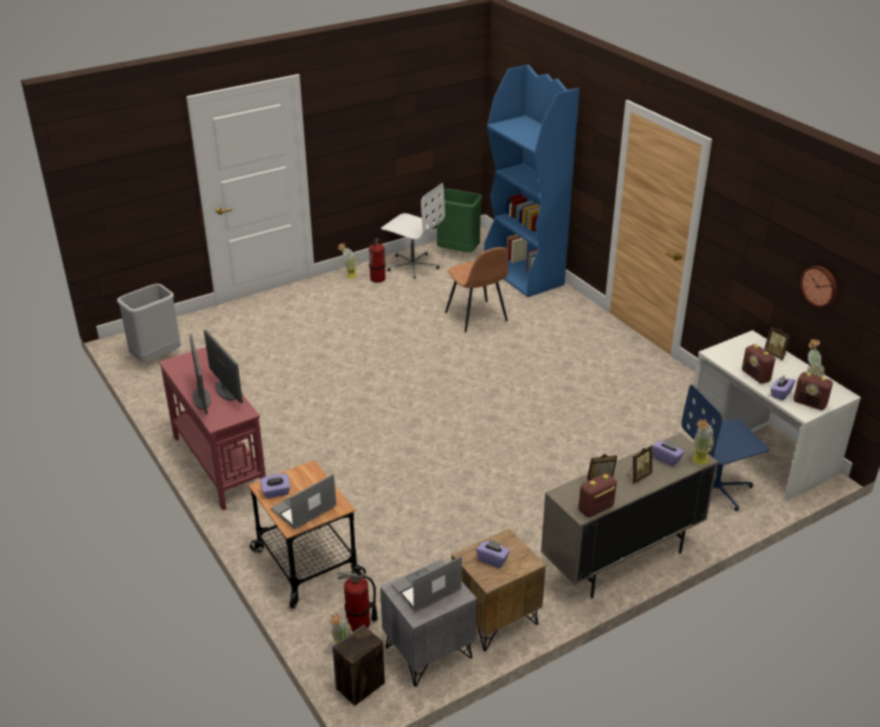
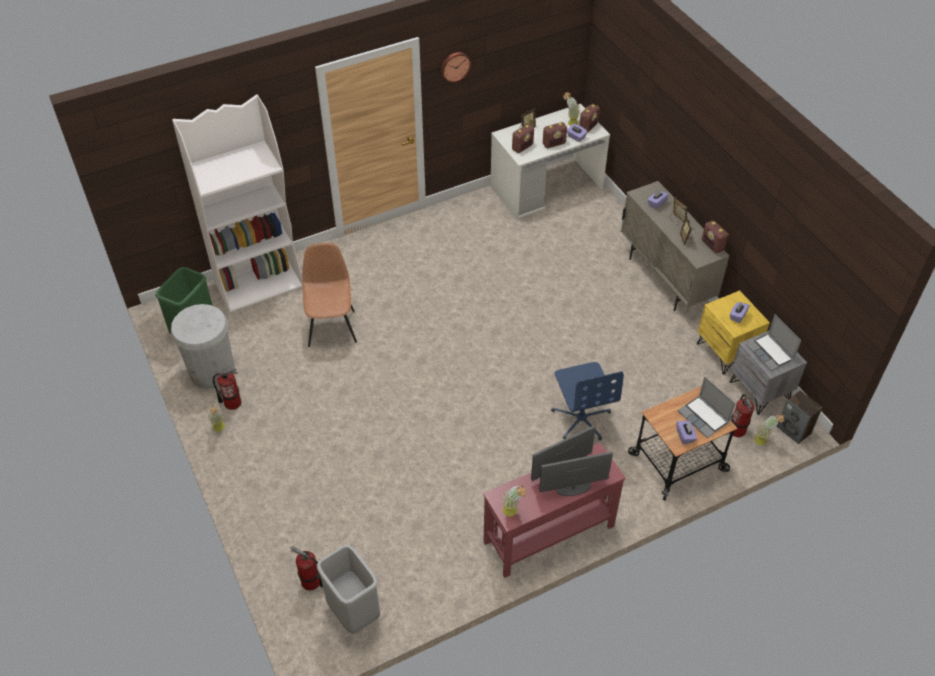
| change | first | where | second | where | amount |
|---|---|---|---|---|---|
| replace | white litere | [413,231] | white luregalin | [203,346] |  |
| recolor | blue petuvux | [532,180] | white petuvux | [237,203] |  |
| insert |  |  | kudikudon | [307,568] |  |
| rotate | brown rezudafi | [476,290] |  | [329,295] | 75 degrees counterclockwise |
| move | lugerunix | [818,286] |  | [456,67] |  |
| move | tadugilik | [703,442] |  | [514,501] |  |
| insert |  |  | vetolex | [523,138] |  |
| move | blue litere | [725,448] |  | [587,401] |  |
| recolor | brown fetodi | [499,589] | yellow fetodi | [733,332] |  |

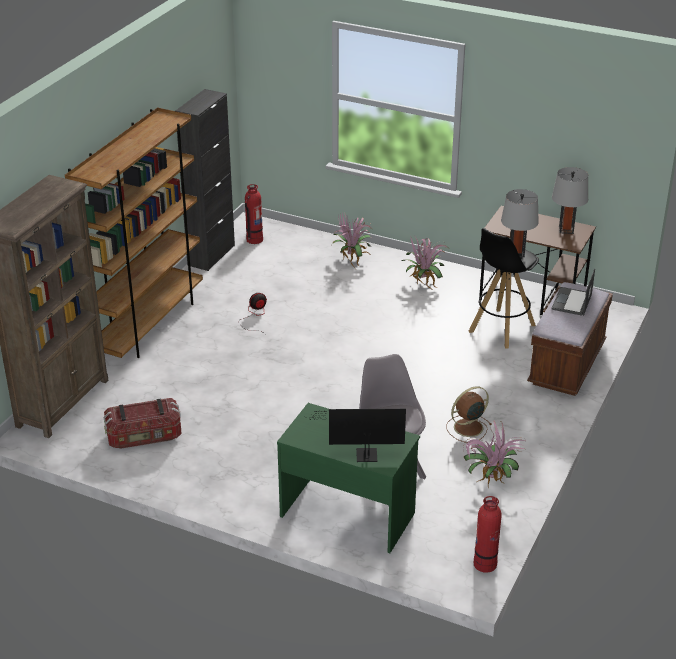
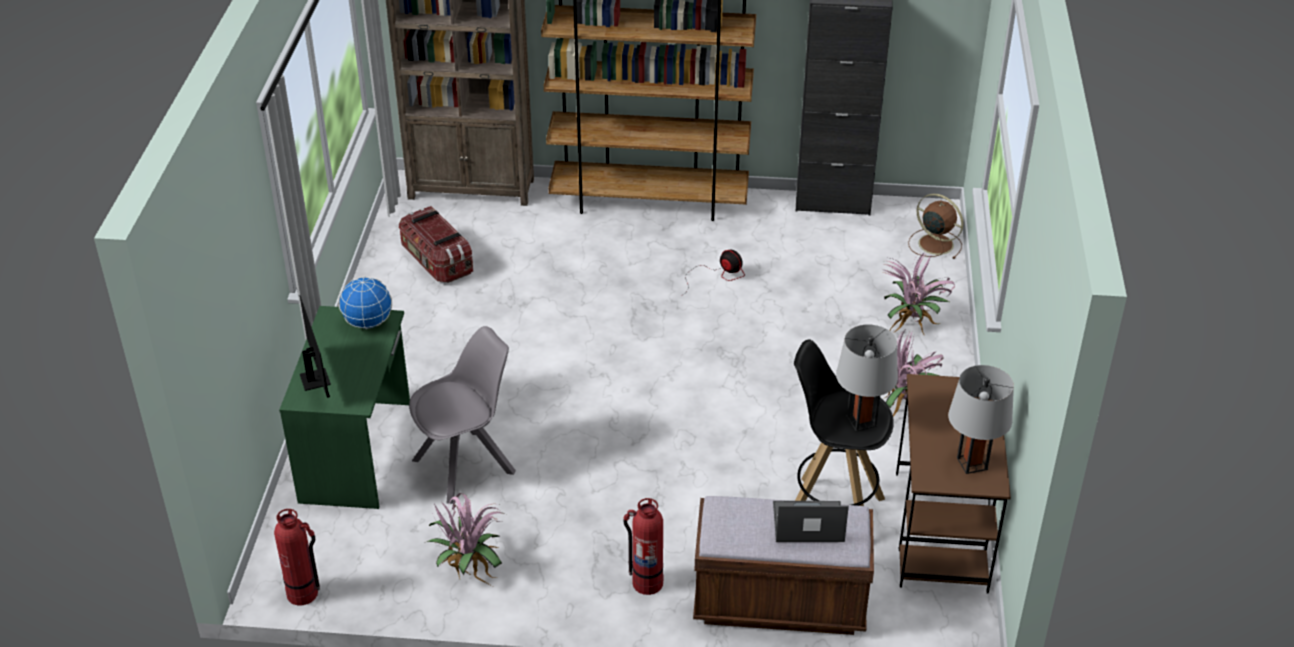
| change | first | where | second | where | amount |
|---|---|---|---|---|---|
| insert |  |  | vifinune | [365,302] |  |
| move | kudikudon | [254,214] |  | [643,546] |  |
| move | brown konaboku | [469,414] |  | [936,226] |  |

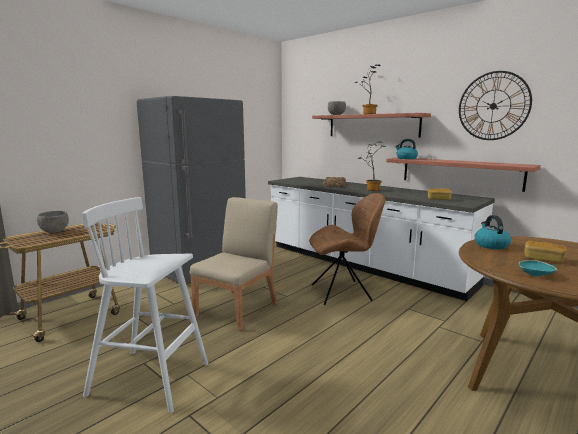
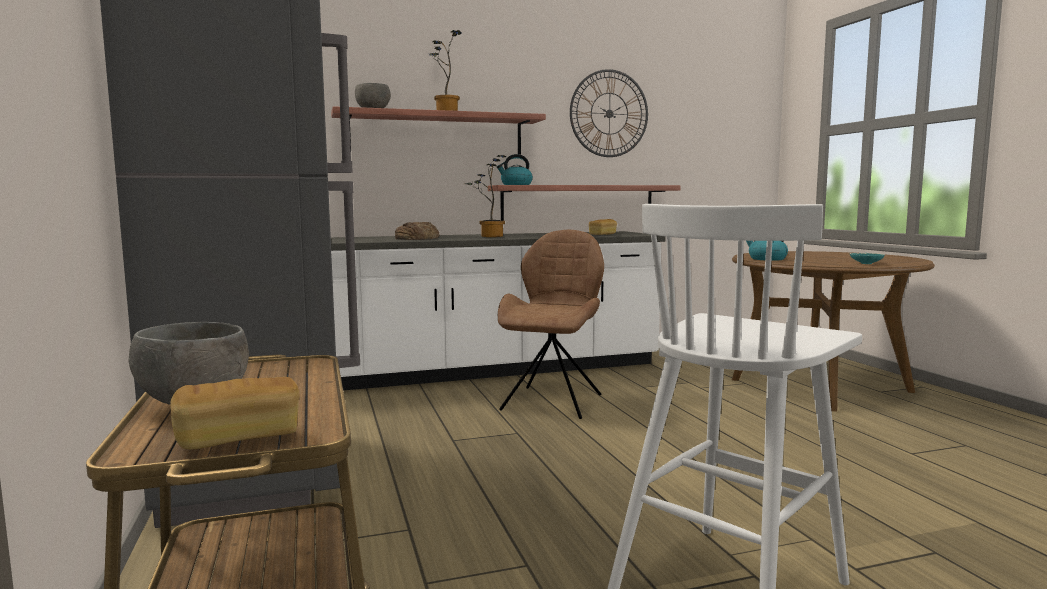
| change | first | where | second | where | amount |
|---|---|---|---|---|---|
| move | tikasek | [545,251] |  | [235,413] |  |
| delete | beige rezudafi | [234,264] |  |  |  |

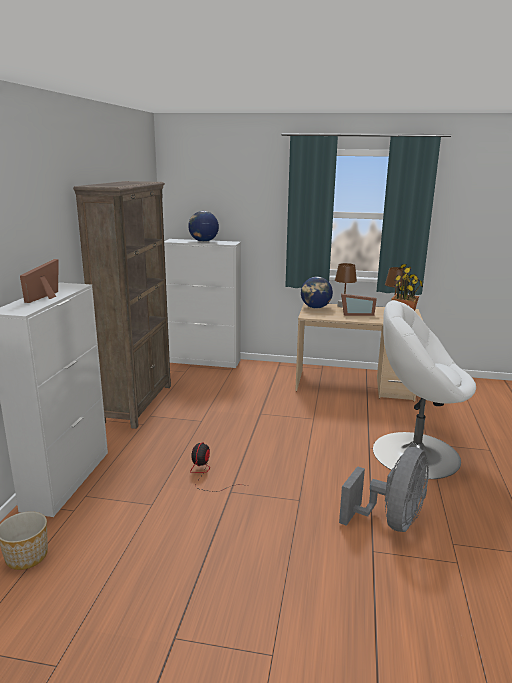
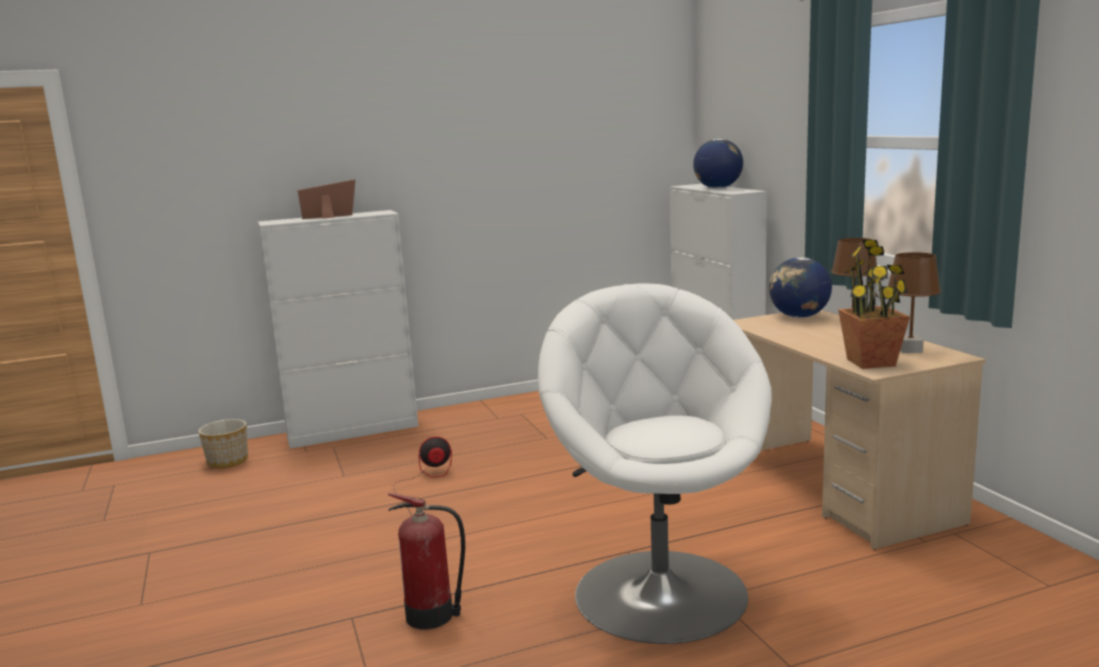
| change | first | where | second | where | amount |
|---|---|---|---|---|---|
| replace | grey konaboku | [384,489] | kudikudon | [426,561] |  |
| delete | brown petuvux | [122,305] |  |  |  |
| delete | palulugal | [359,305] |  |  |  |

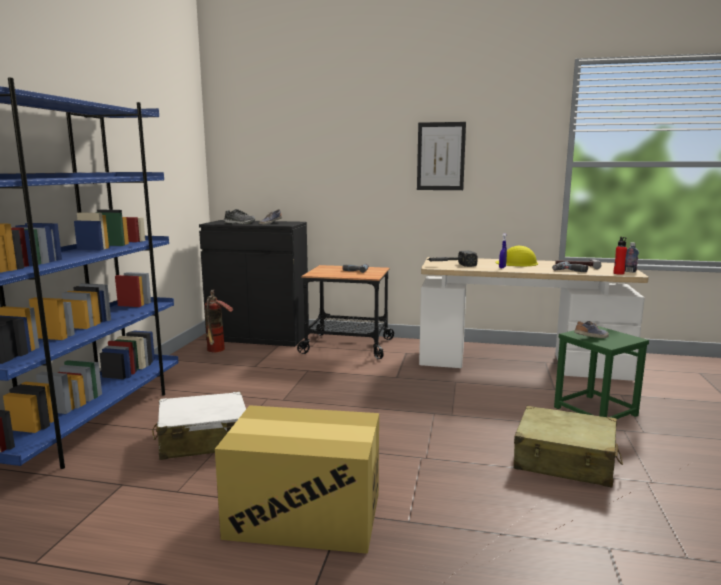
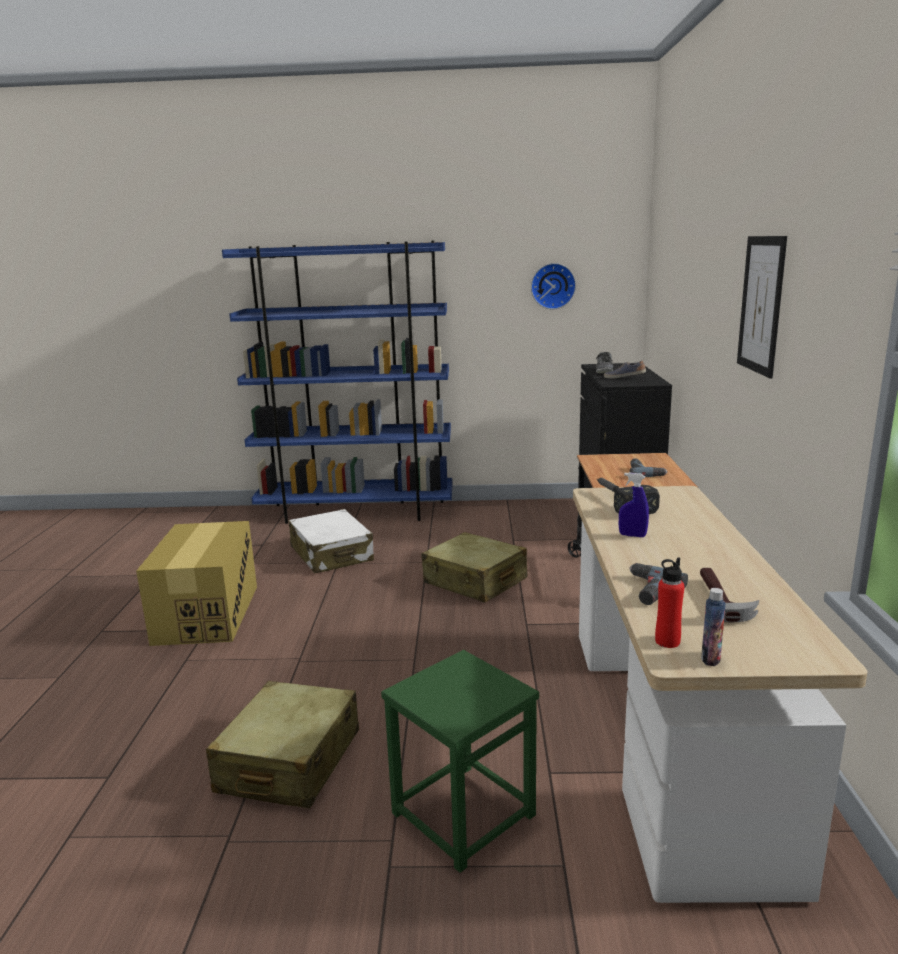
| change | first | where | second | where | amount |
|---|---|---|---|---|---|
| insert |  |  | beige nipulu | [474,567] |  |
| insert |  |  | lugerunix | [553,286] |  |
| delete | kudikudon | [219,320] |  |  |  |
| delete | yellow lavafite | [516,256] |  |  |  |
| delete | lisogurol | [591,329] |  |  |  |

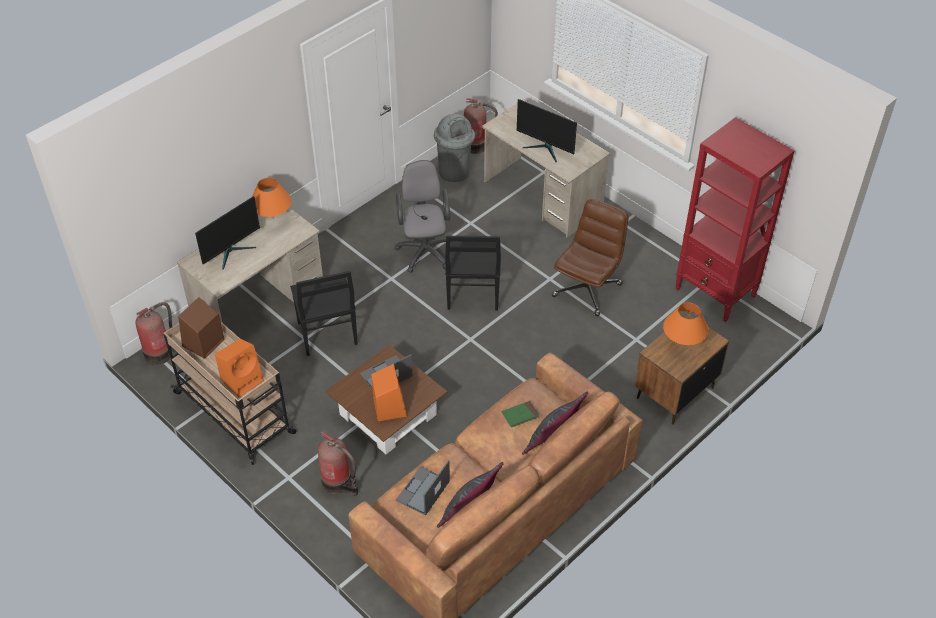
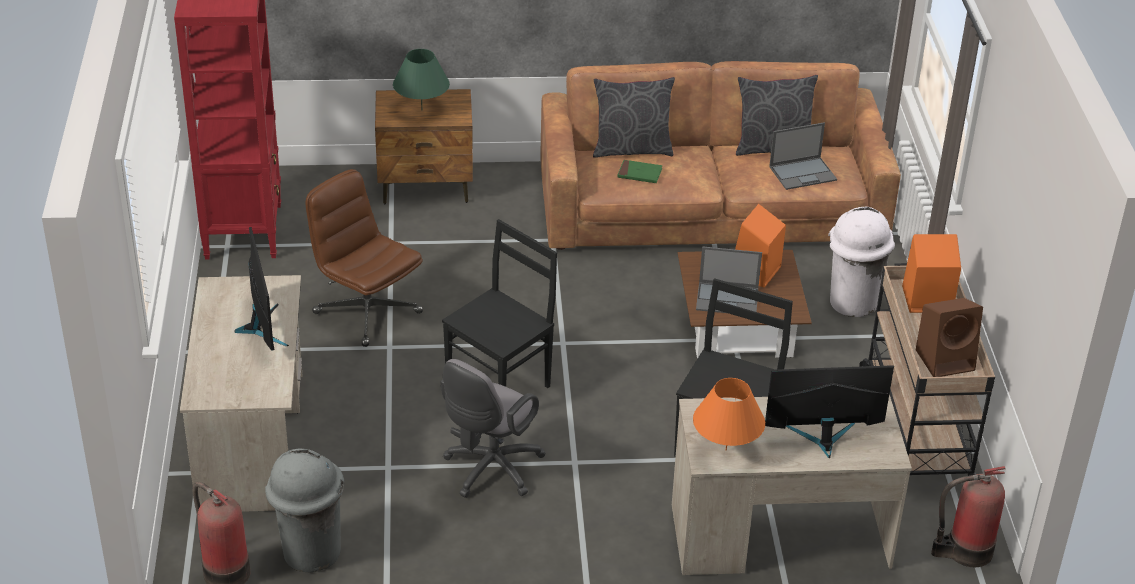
| change | first | where | second | where | amount |
|---|---|---|---|---|---|
| rotate | brown litere | [590,257] |  | [364,258] | 60 degrees clockwise |
| recolor | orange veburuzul | [685,323] | green veburuzul | [421,79] |  |
| replace | kudikudon | [338,463] | white luregalin | [861,262] |  |

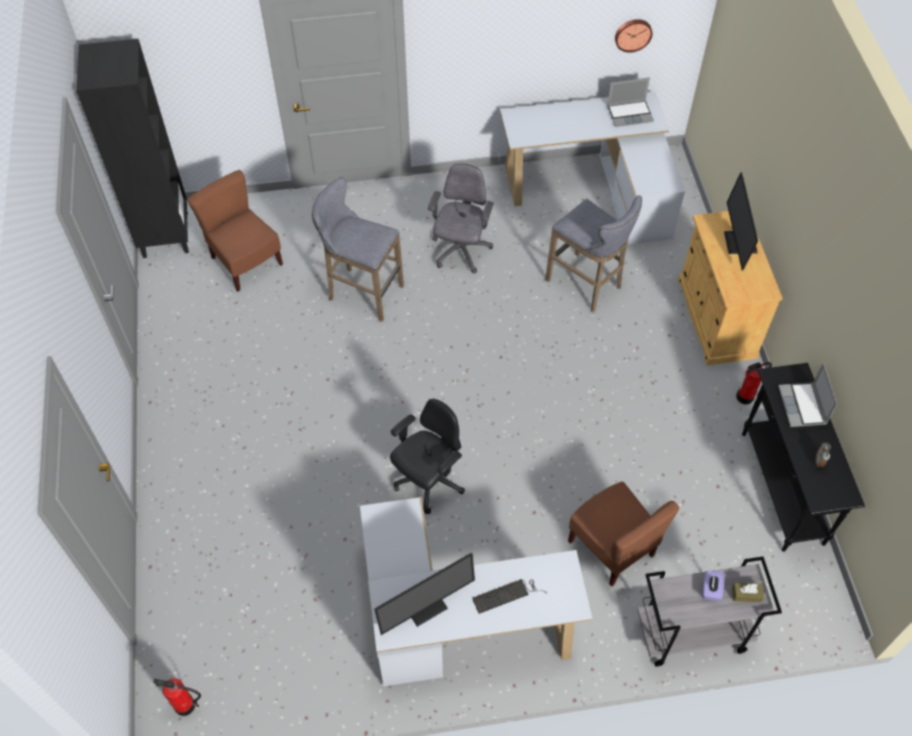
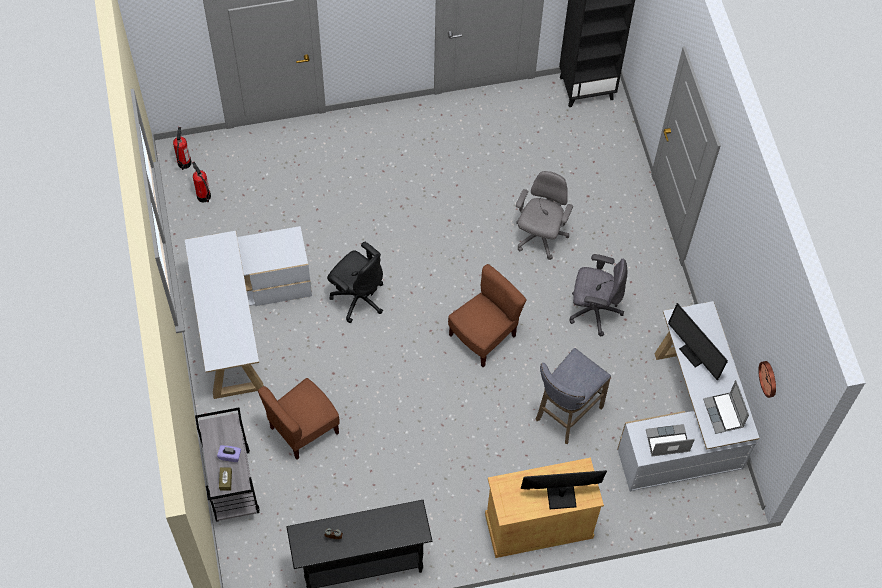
| change | first | where | second | where | amount |
|---|---|---|---|---|---|
| move | kudikudon | [754,383] |  | [201,182] |  |
| move | brown rezudafi | [235,231] |  | [487,315] |  |
| replace | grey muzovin | [358,249] | grey litere | [544,215] |  |
| move | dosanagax | [807,395] |  | [670,440] |  |
| move | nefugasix | [424,594] |  | [698,341] |  |
| delete | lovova | [509,596] |  |  |  |

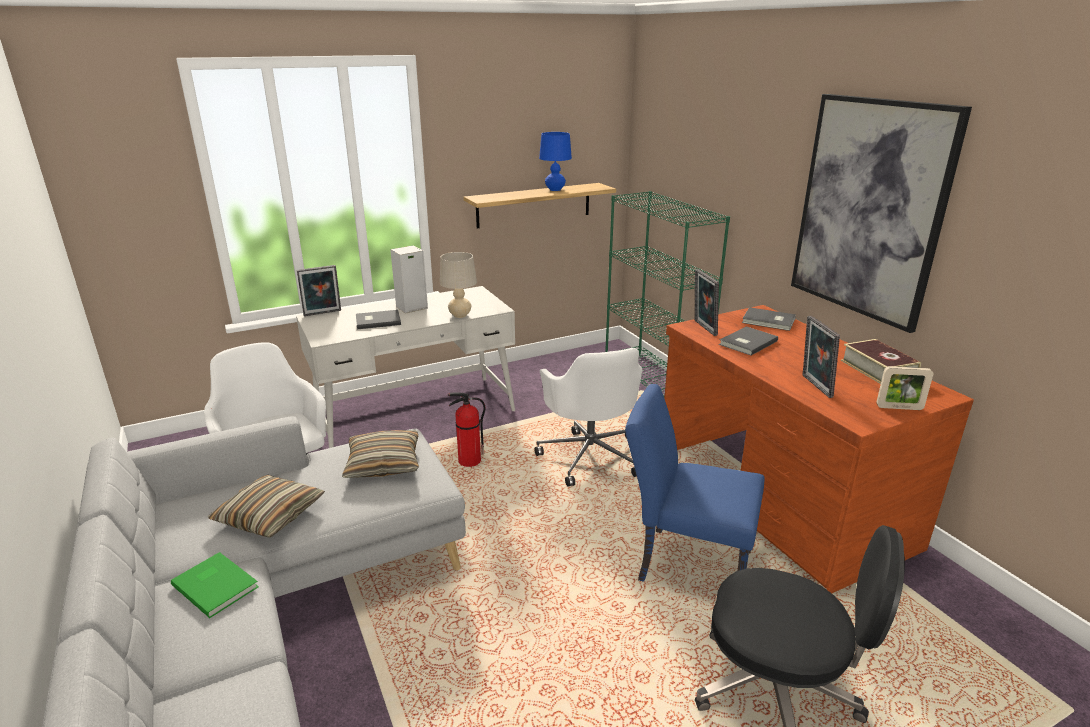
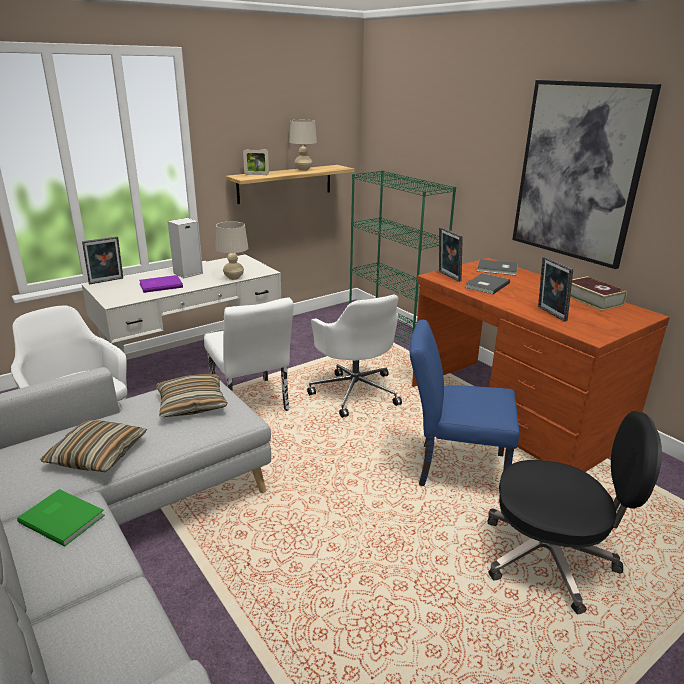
| change | first | where | second | where | amount |
|---|---|---|---|---|---|
| recolor | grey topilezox | [378,319] | purple topilezox | [161,284] |  |
| replace | kudikudon | [466,430] | white rezudafi | [249,354] |  |
| move | palulugal | [904,388] |  | [256,162] |  |
| recolor | blue veburuzul | [555,161] | beige veburuzul | [303,145] |  |

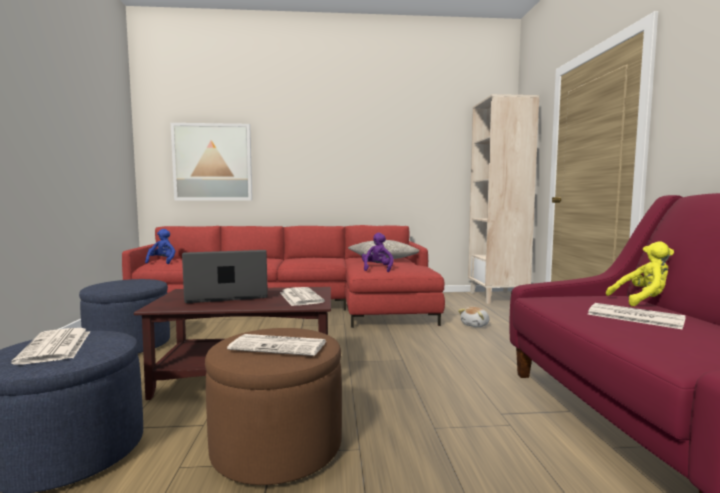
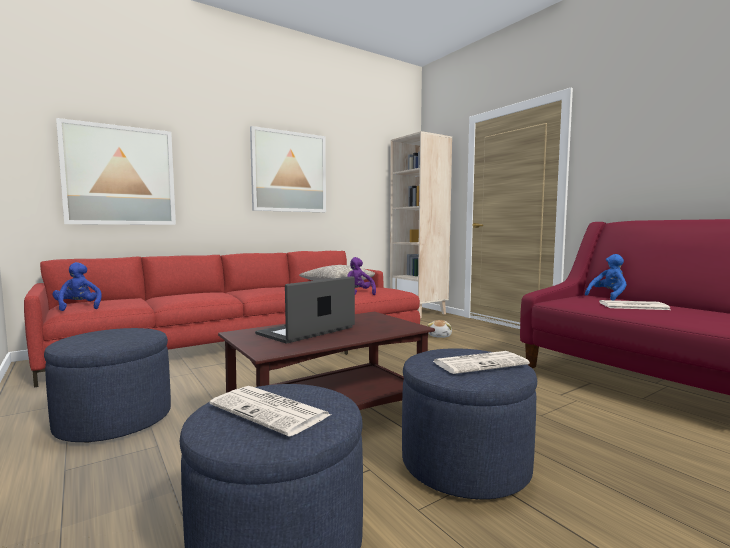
| change | first | where | second | where | amount |
|---|---|---|---|---|---|
| insert |  |  | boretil | [288,169] |  |
| recolor | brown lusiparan | [273,406] | blue lusiparan | [469,423] |  |
| recolor | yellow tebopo | [640,273] | blue tebopo | [606,277] |  |
| delete | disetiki | [302,296] |  |  |  |

